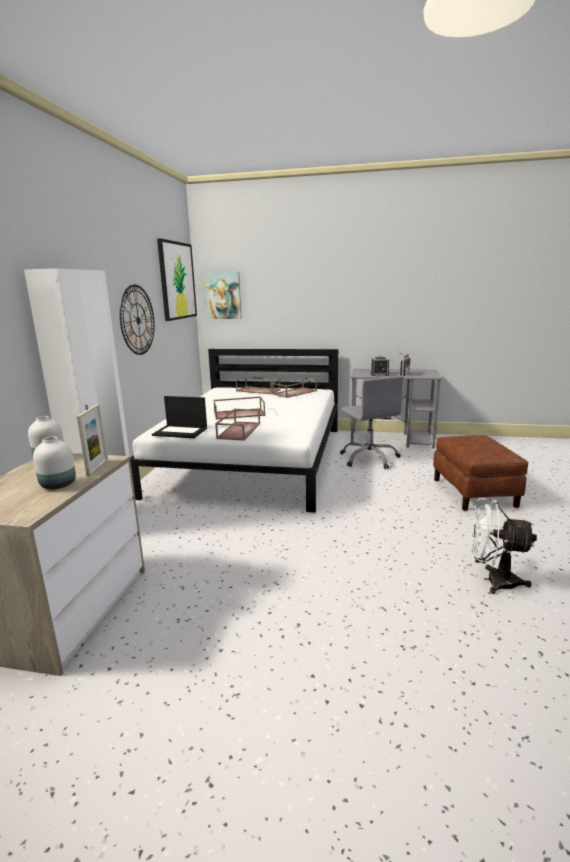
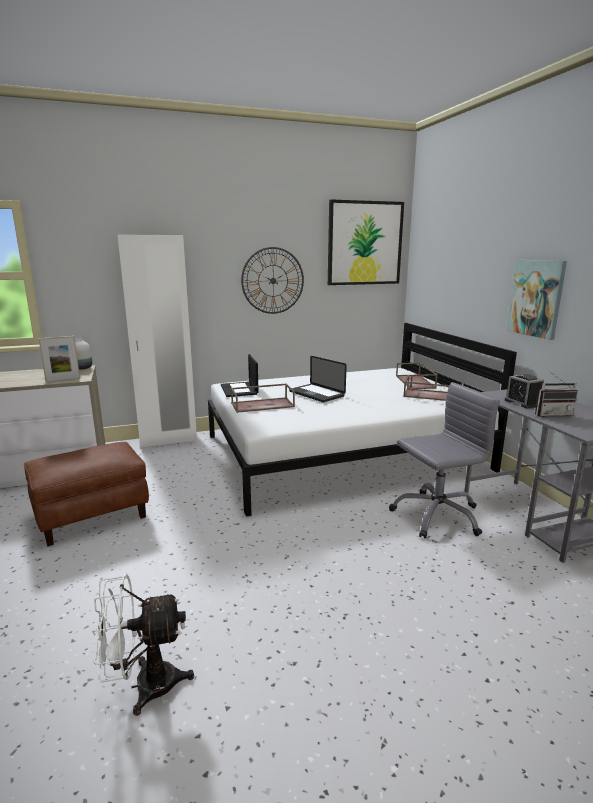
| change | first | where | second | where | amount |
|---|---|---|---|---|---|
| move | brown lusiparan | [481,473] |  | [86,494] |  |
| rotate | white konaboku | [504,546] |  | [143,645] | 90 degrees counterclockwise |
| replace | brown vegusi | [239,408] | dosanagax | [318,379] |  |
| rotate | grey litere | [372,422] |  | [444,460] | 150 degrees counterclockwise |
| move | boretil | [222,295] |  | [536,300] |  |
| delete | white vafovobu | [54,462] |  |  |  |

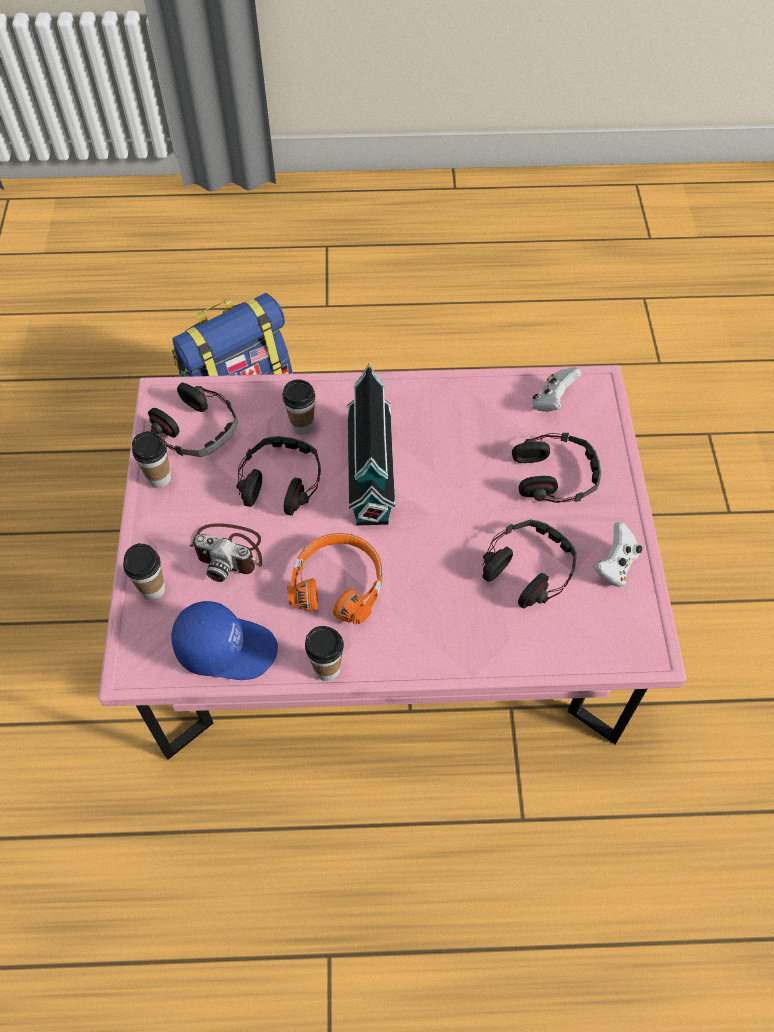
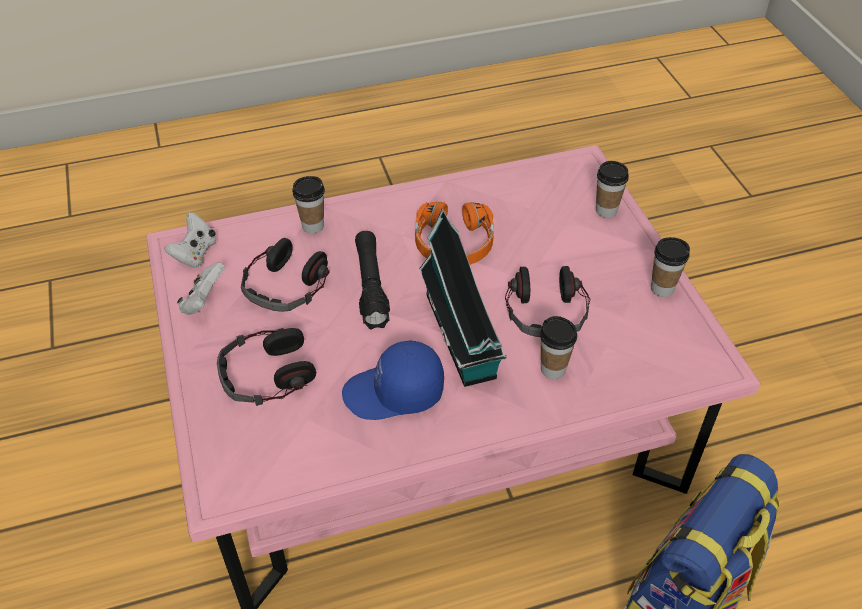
| change | first | where | second | where | amount |
|---|---|---|---|---|---|
| move | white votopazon | [556,389] |  | [190,240] |  |
| move | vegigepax | [324,653] |  | [308,205] |  |
| move | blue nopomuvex | [224,640] |  | [393,380] |  |
| insert |  |  | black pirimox | [372,280] |  |
| delete | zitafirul | [193,420] |  |  |  |
| delete | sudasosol | [225,552] |  |  |  |

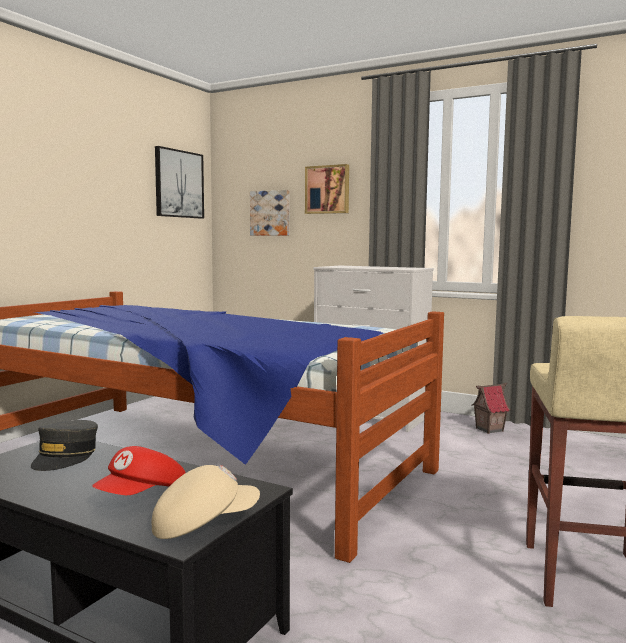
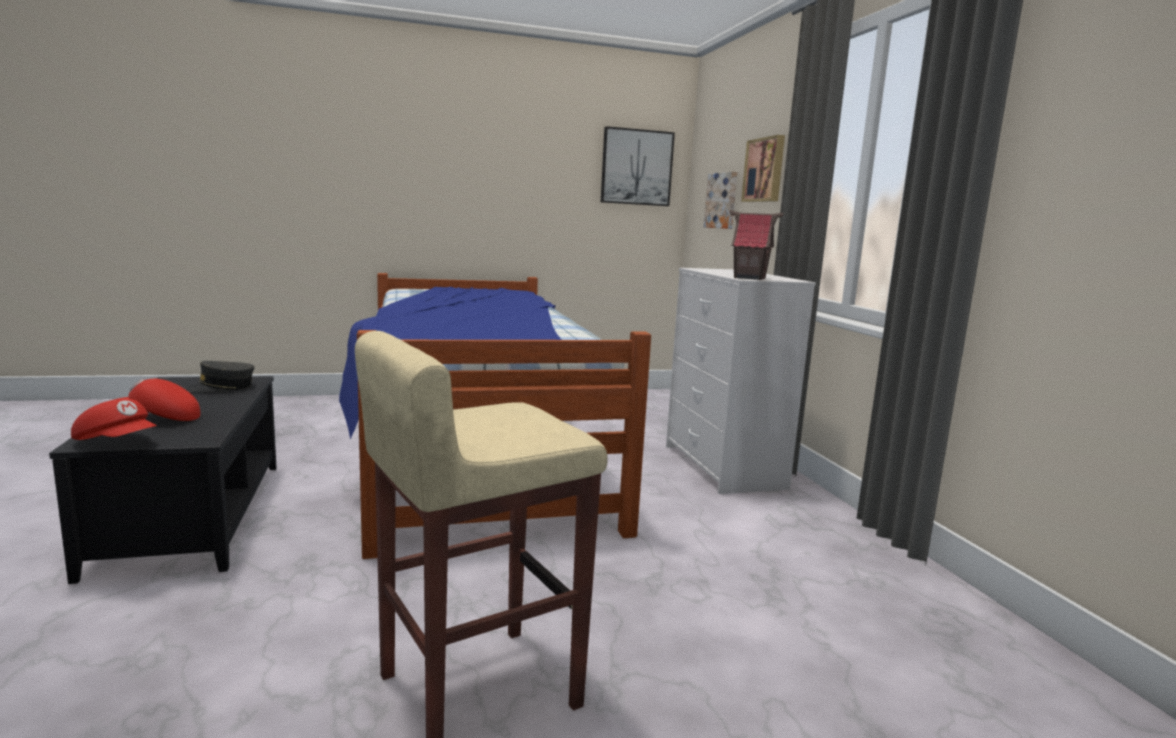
| change | first | where | second | where | amount |
|---|---|---|---|---|---|
| recolor | beige nopomuvex | [206,502] | red nopomuvex | [114,419] |  |
| move | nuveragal | [491,408] |  | [757,245] |  |

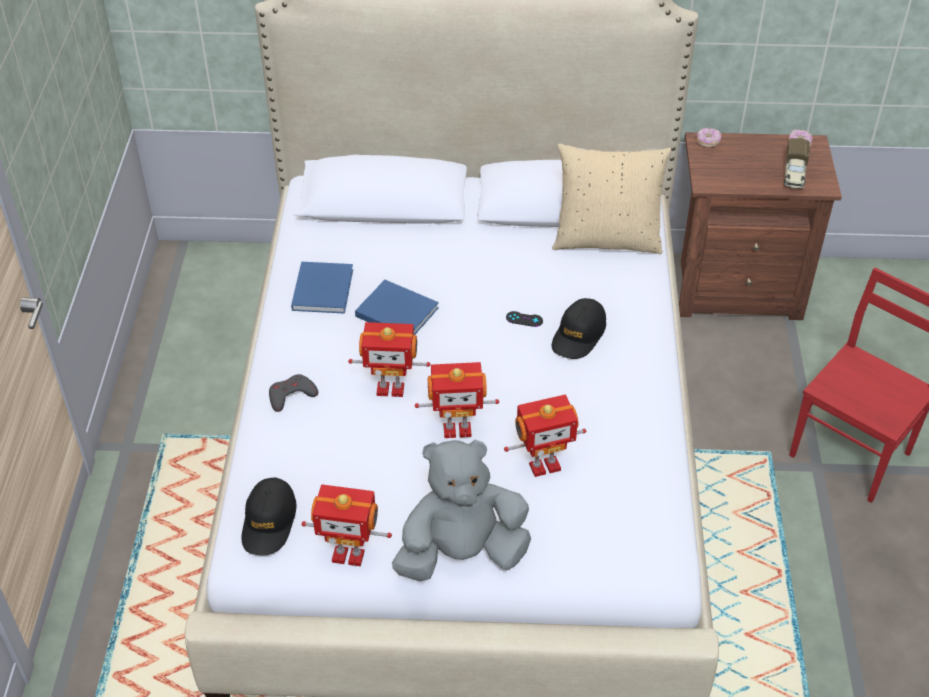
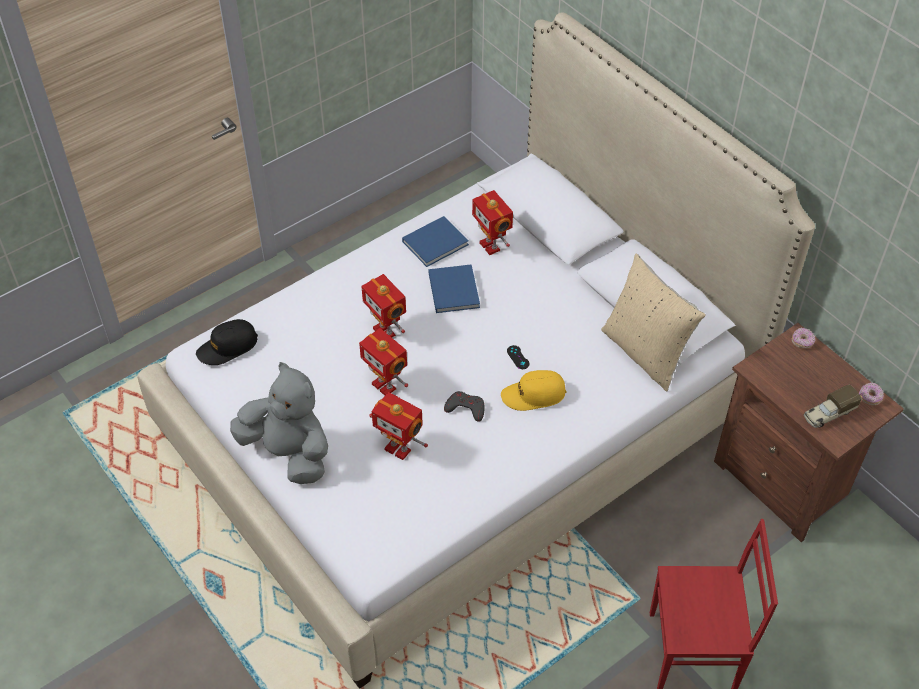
| change | first | where | second | where | amount |
|---|---|---|---|---|---|
| move | grey votopazon | [293,393] |  | [464,406] |  |
| move | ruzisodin | [347,525] |  | [492,222] |  |
| recolor | black nopomuvex | [579,328] | yellow nopomuvex | [534,390] |  |

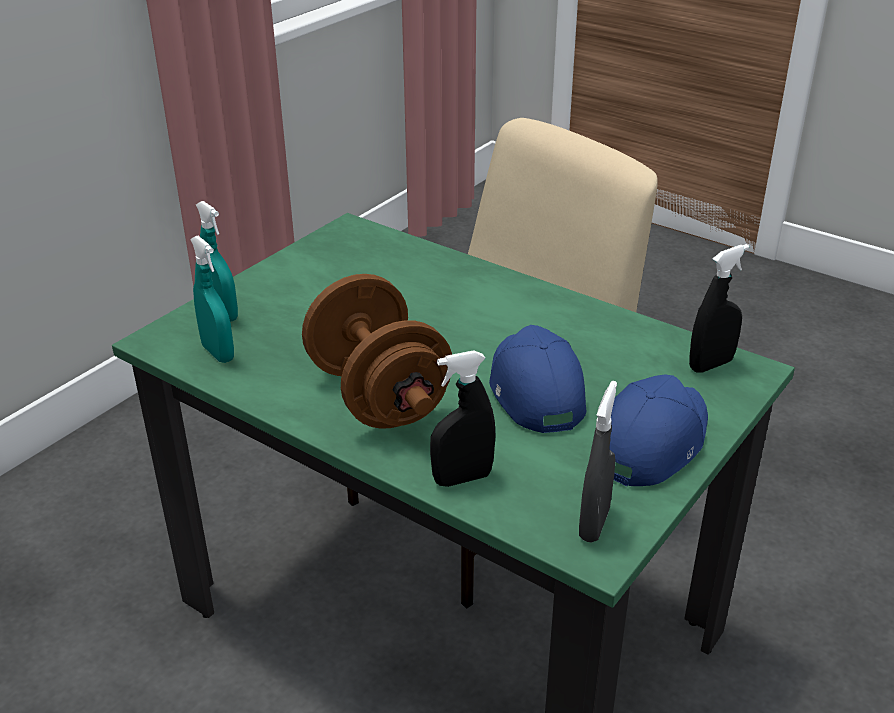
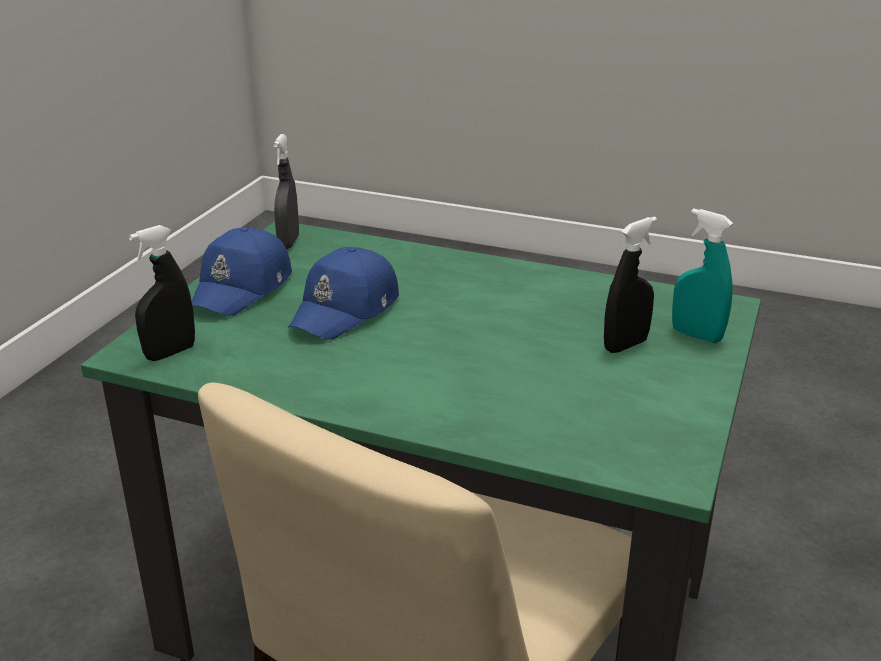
| change | first | where | second | where | amount |
|---|---|---|---|---|---|
| rotate | blue nopomuvex | [537,379] |  | [343,293] | 60 degrees clockwise |
| move | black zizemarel | [462,418] |  | [630,285] |  |
| delete | turquoise zizemarel | [212,299] |  |  |  |
| delete | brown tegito | [377,351] |  |  |  |

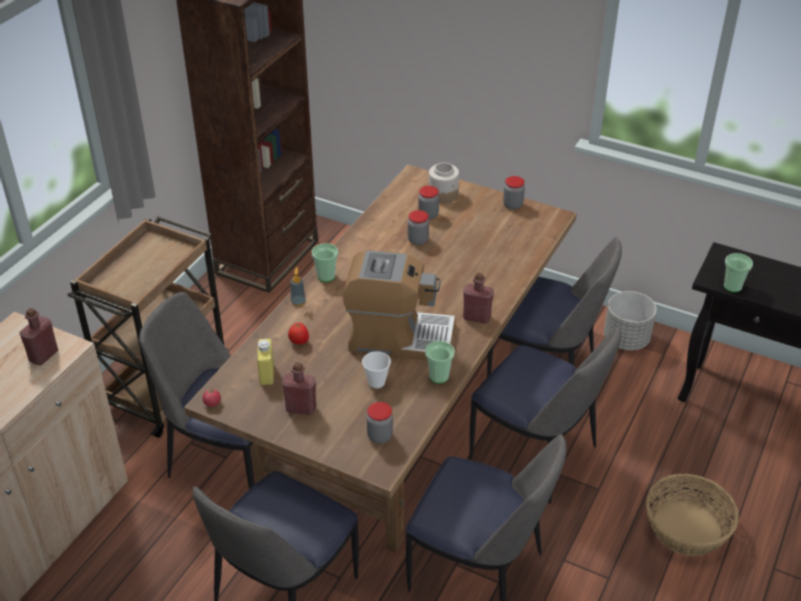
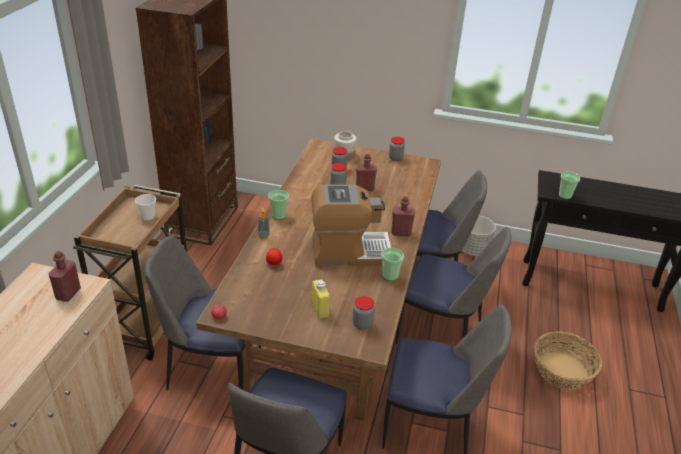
| change | first | where | second | where | amount |
|---|---|---|---|---|---|
| move | vegigepax | [376,369] |  | [145,207] |  |
| move | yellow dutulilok | [265,362] |  | [320,299] |  |
| move | red dutulilok | [299,388] |  | [366,172] |  |

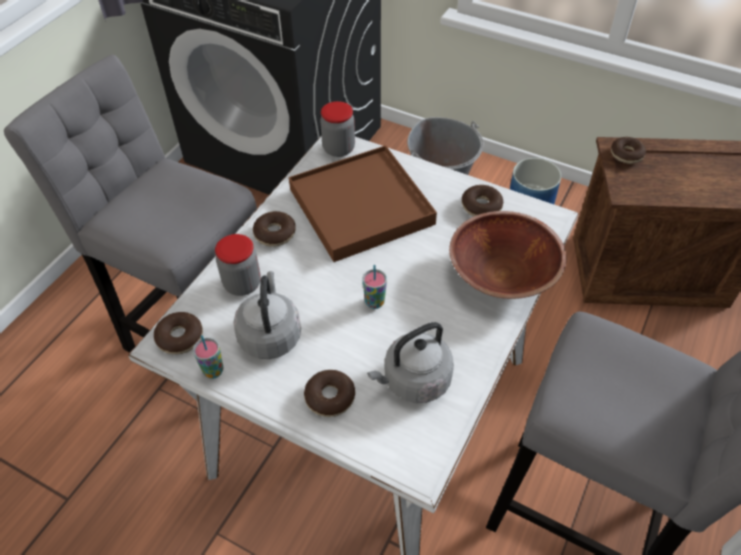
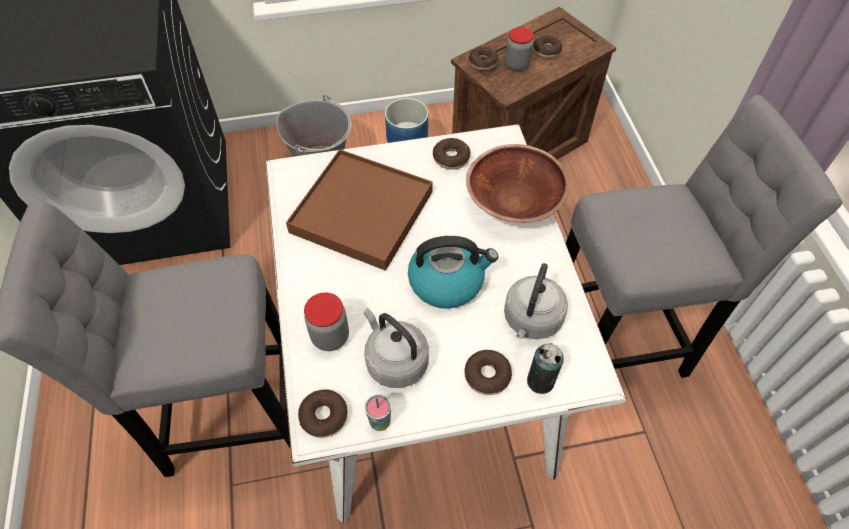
| change | first | where | second | where | amount |
|---|---|---|---|---|---|
| replace | vegigepax | [375,287] | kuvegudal | [453,272] |  |
| move | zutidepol | [337,129] |  | [519,49] |  |
| insert |  |  | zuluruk | [545,368] |  |
| move | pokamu | [274,229] |  | [548,46] |  |

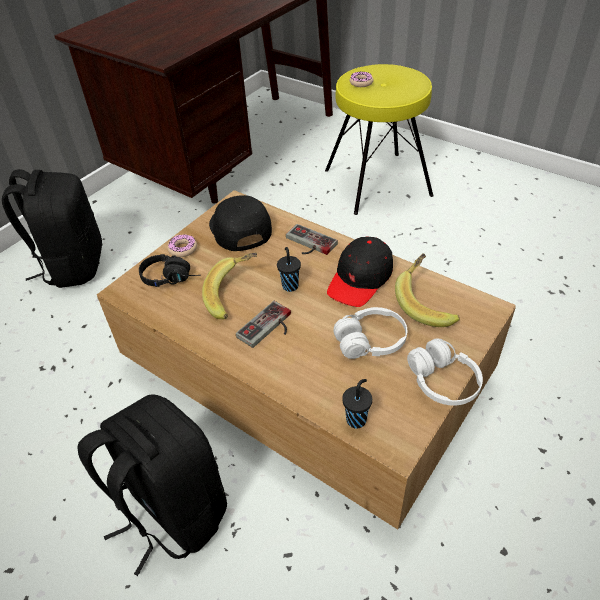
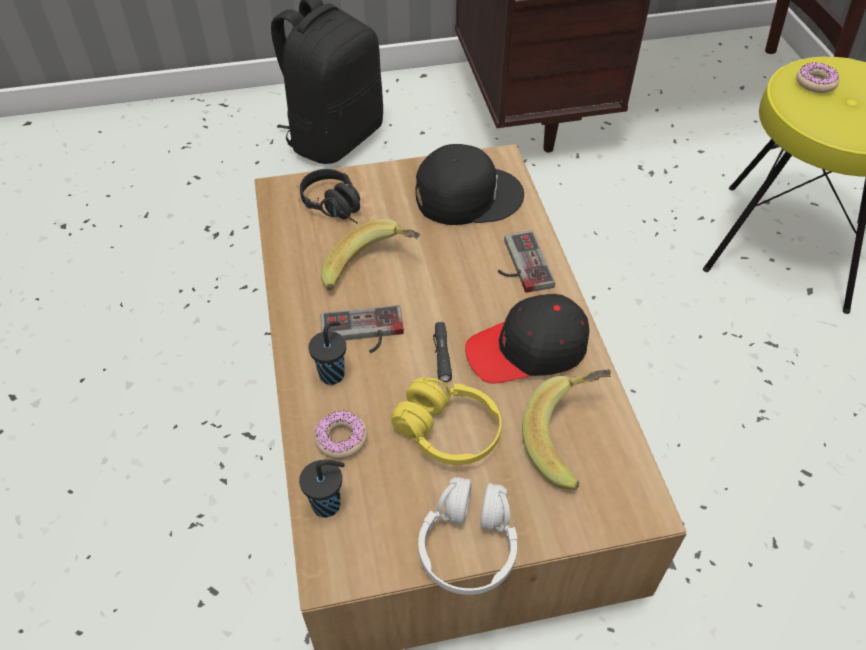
| change | first | where | second | where | amount |
|---|---|---|---|---|---|
| move | black vegigepax | [289,269] |  | [327,353] |  |
| move | pokamu | [182,245] |  | [341,434] |  |
| recolor | white zitafirul | [370,333] | yellow zitafirul | [446,421] |  |
| rotate | black nopomuvex | [240,223] |  | [469,184] | 60 degrees clockwise |
| insert |  |  | black pirimox | [442,352] |  |
| delete | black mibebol | [152,485] |  |  |  |

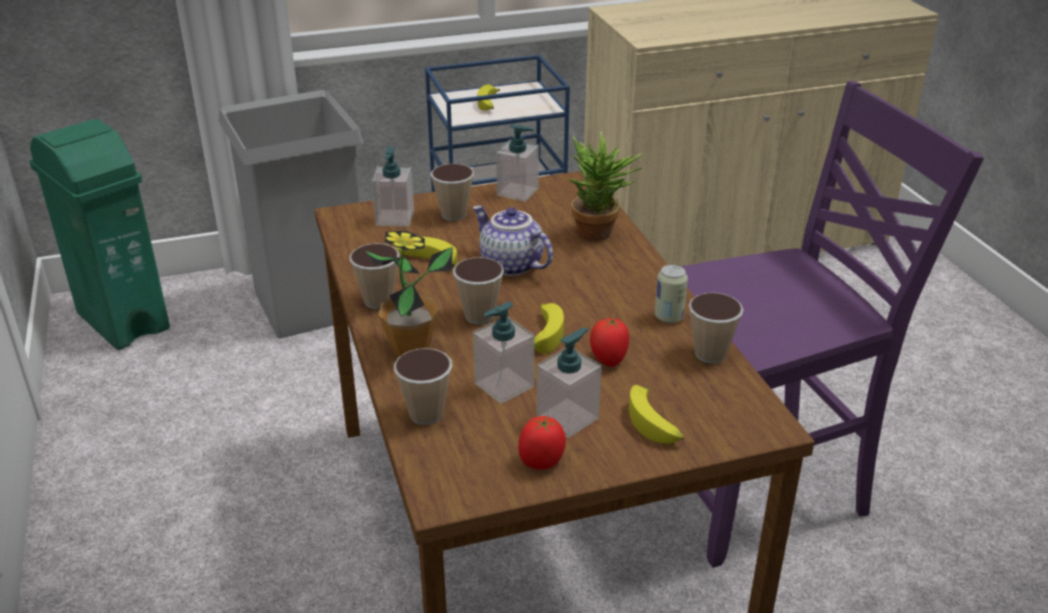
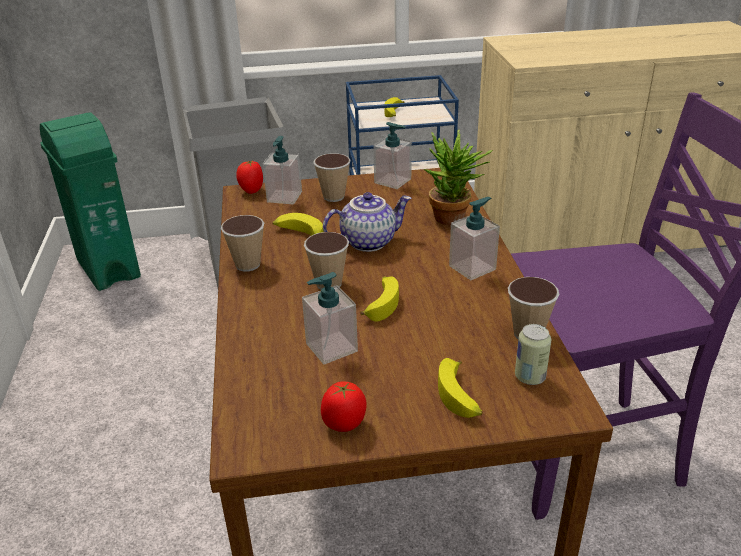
| change | first | where | second | where | amount |
|---|---|---|---|---|---|
| move | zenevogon | [609,342] |  | [249,177] |  |
| rotate | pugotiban | [512,240] |  | [367,222] | 105 degrees clockwise |
| move | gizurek | [569,383] |  | [474,238] |  |
| move | zuluruk | [671,294] |  | [533,354] |  |
| delete | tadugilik | [409,293] |  |  |  |
| delete | vegigepax | [423,386] |  |  |  |

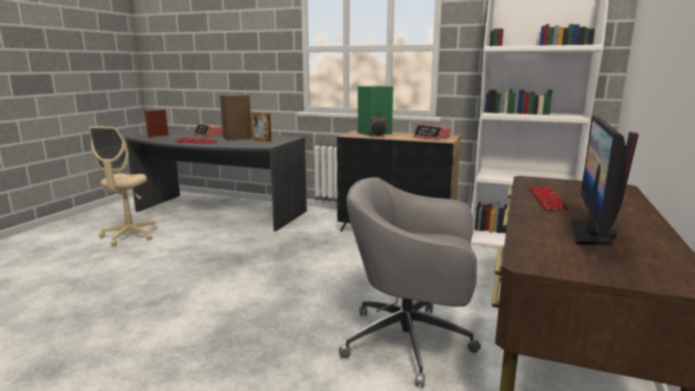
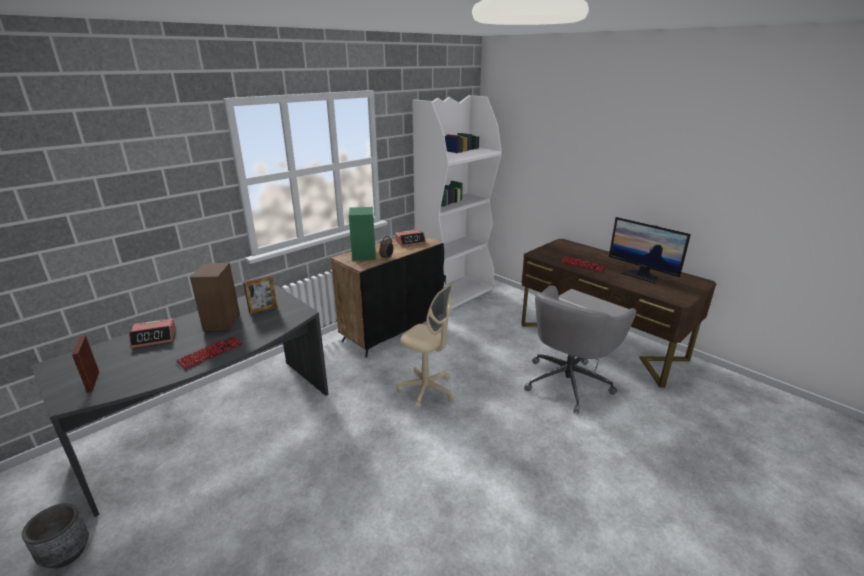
| change | first | where | second | where | amount |
|---|---|---|---|---|---|
| insert |  |  | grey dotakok | [55,535] |  |
| move | beige litere | [123,186] |  | [425,345] |  |

